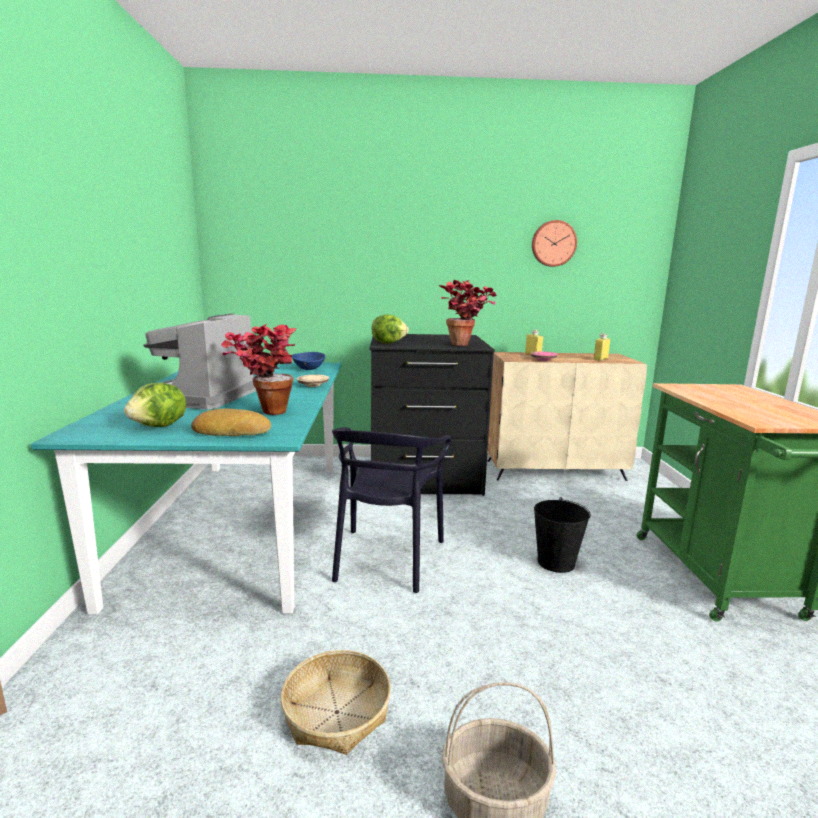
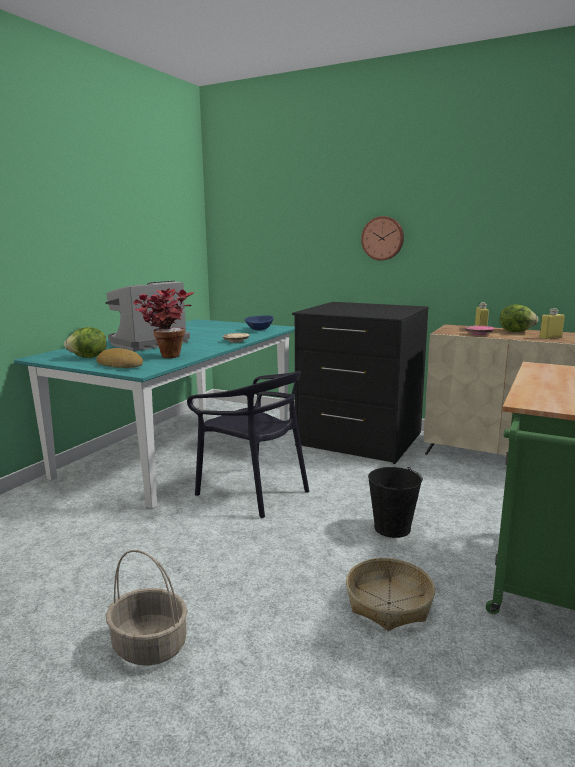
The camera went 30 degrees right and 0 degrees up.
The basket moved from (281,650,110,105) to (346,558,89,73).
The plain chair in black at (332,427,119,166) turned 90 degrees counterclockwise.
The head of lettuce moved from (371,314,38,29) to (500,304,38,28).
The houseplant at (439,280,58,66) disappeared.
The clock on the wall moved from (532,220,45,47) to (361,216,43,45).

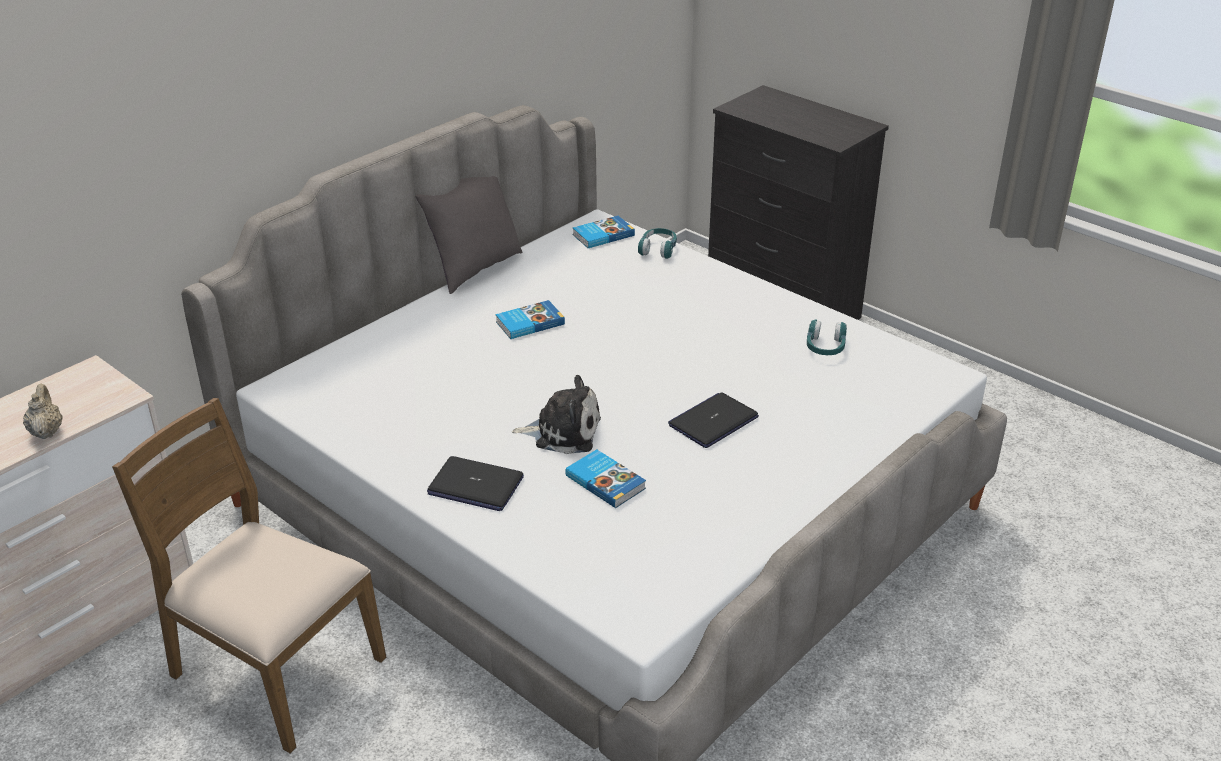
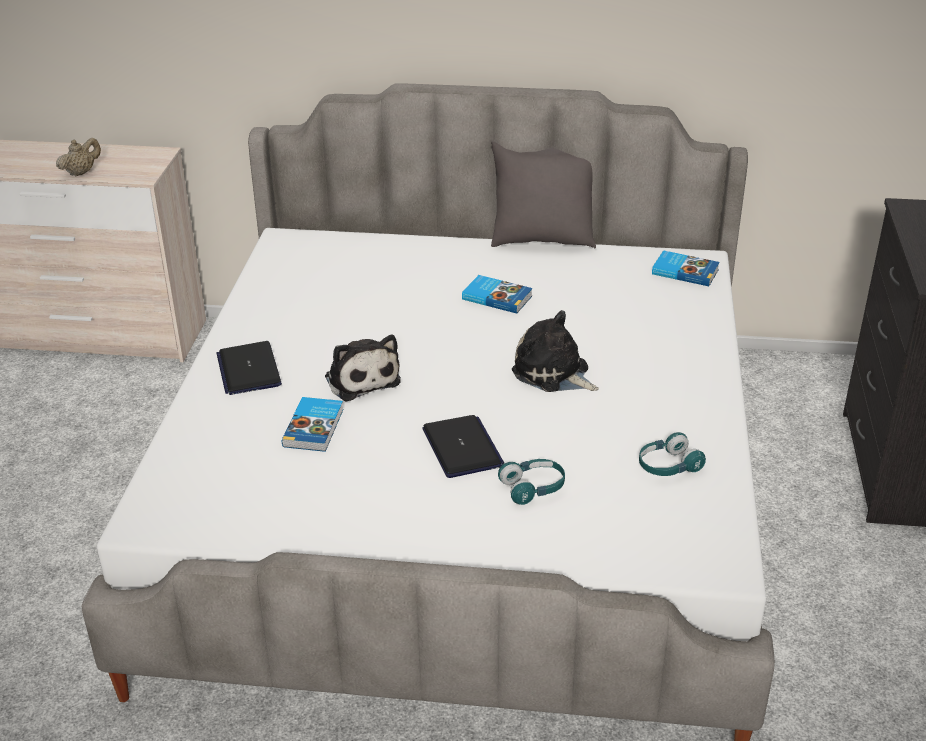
The camera went 55 degrees right and 0 degrees up.
The plain chair in brown-coloured at (112,398,274,355) disappeared.
The headset in turquoise-coloured moved from (638,228,39,31) to (498,459,67,46).
The portable computer at (668,392,91,56) turned 60 degrees clockwise.
The plush toy at (512,310,87,82) appeared.

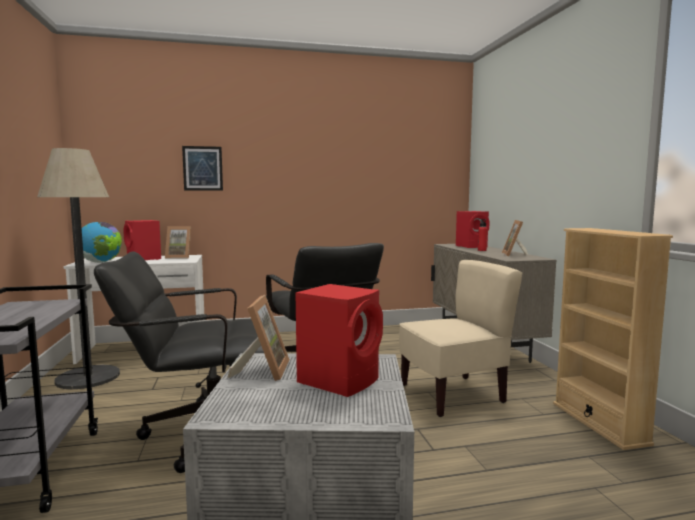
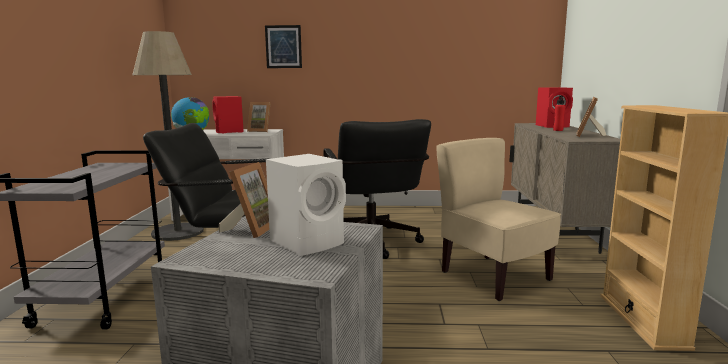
The camera went 15 degrees right and 5 degrees up.
The speaker in red-coloured at (295,284,88,113) became the speaker in white-coloured at (266,154,80,102).
The plain chair in sand-coloured at (399,260,123,157) turned 120 degrees counterclockwise.

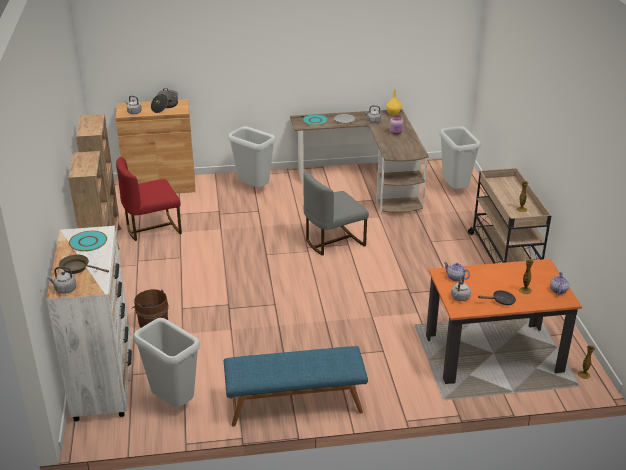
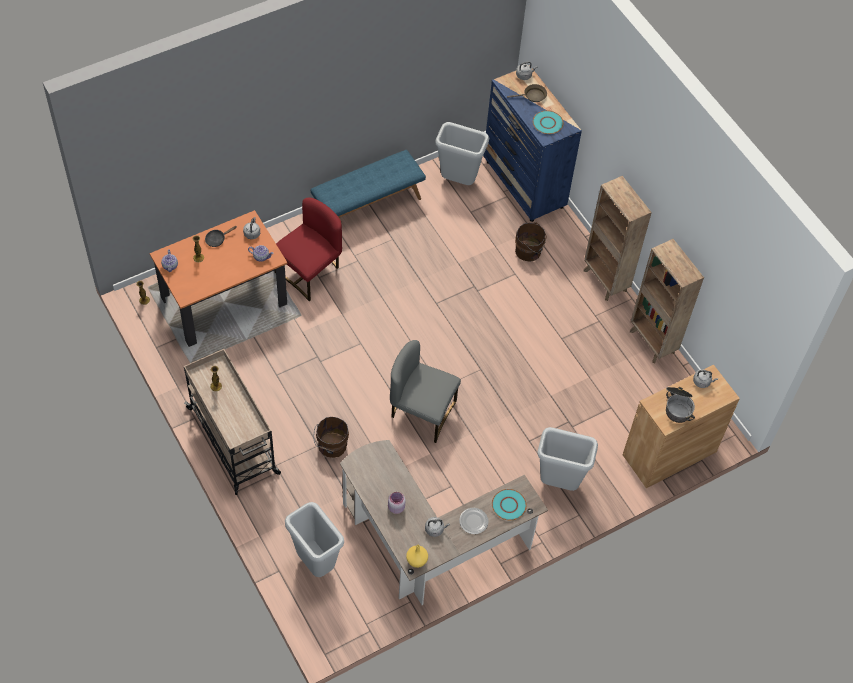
The camera went 155 degrees right and 25 degrees up.
The chest of drawers in white-coloured at (46,226,86,195) became the chest of drawers in bluish at (483,65,99,157).
The plain chair in red-coloured moved from (116,157,66,84) to (275,198,67,103).
The plain chair in greyish at (303,170,66,86) turned 105 degrees counterclockwise.
The water bucket in brown-coloured at (313,417,36,41) appeared.

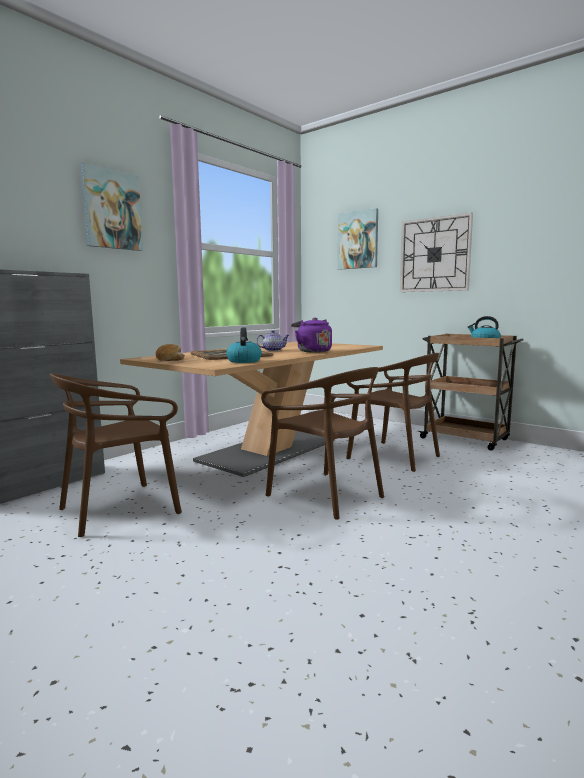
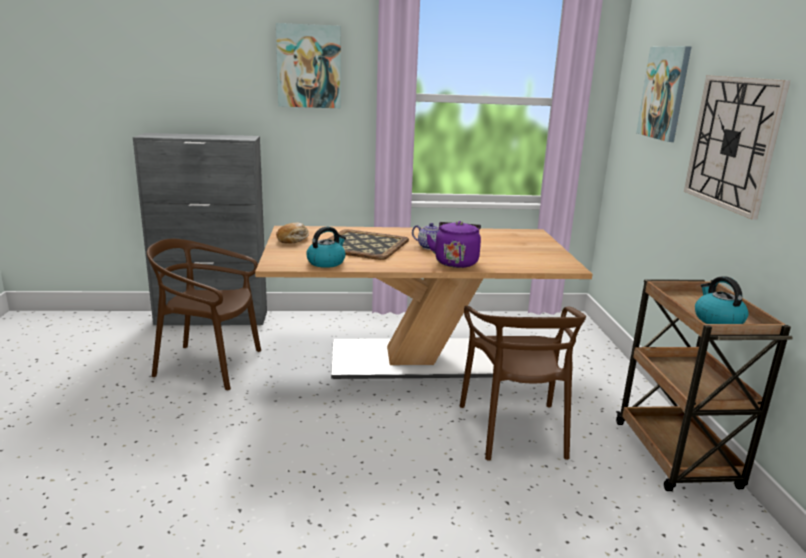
The camera went 45 degrees right and 10 degrees up.
The plain chair in brown-coloured at (261,367,123,153) disappeared.

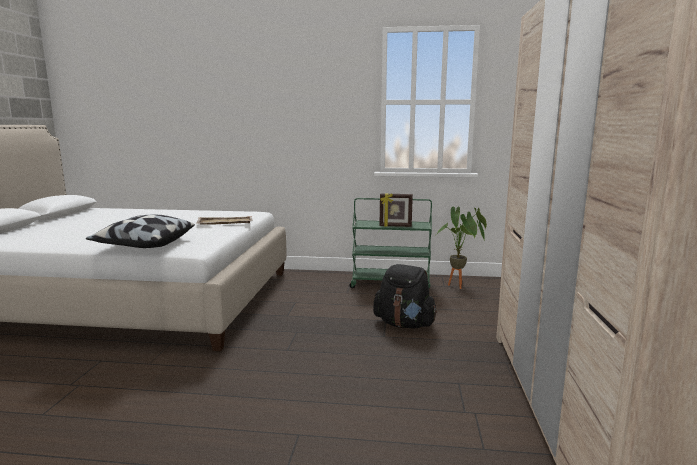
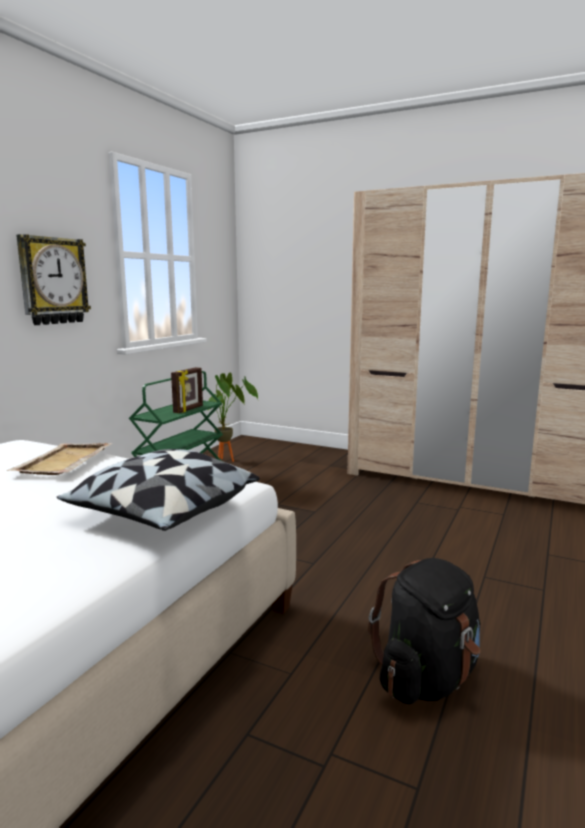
The camera went 70 degrees left and 0 degrees up.
The rucksack in black moved from (373,264,64,65) to (368,558,113,146).
The clock on the wall at (16,234,75,91) appeared.

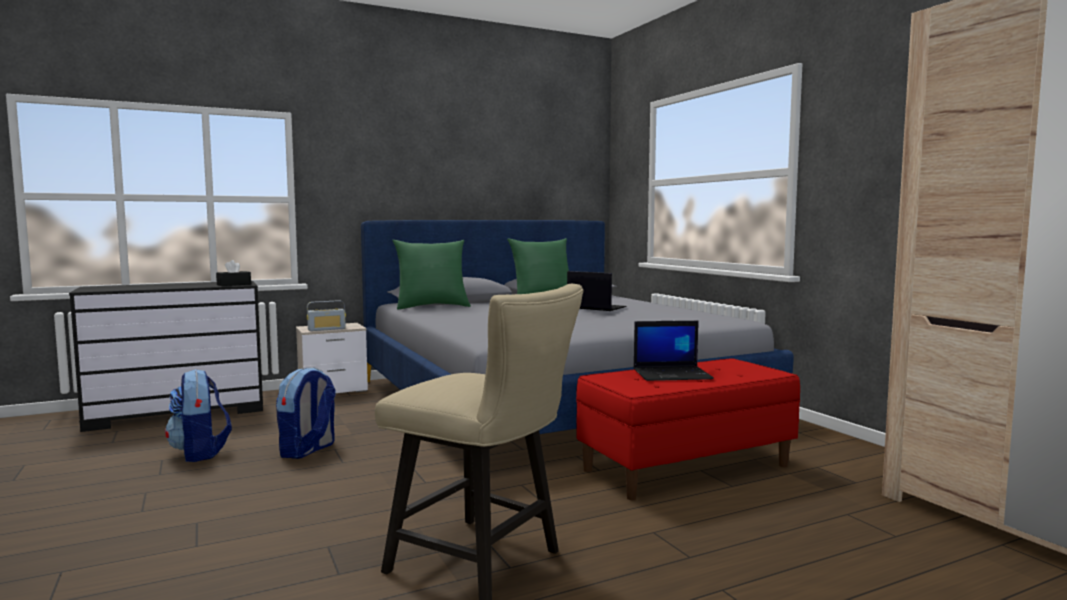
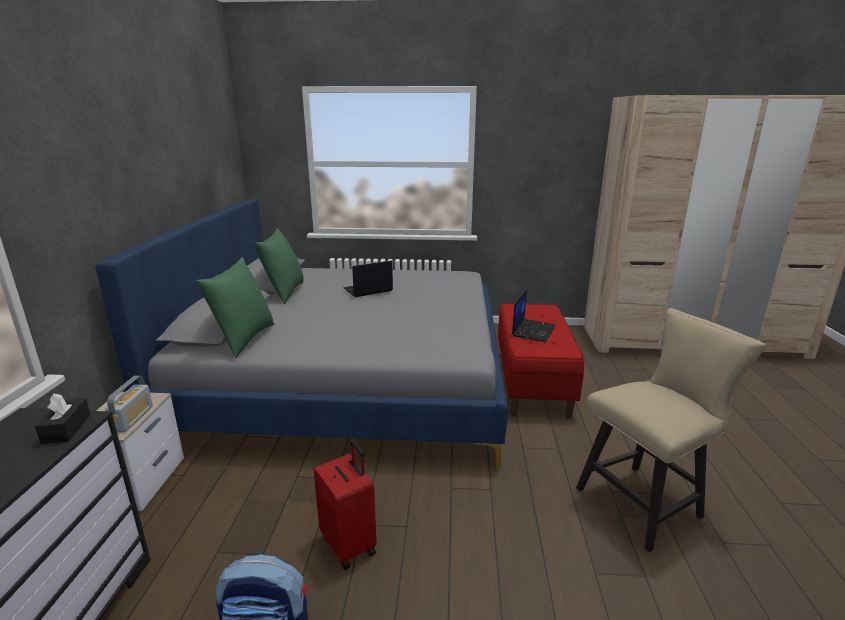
The camera went 60 degrees left and 15 degrees up.
The rucksack at (276,367,60,92) was replaced by the travel case in red-coloured at (313,441,64,129).

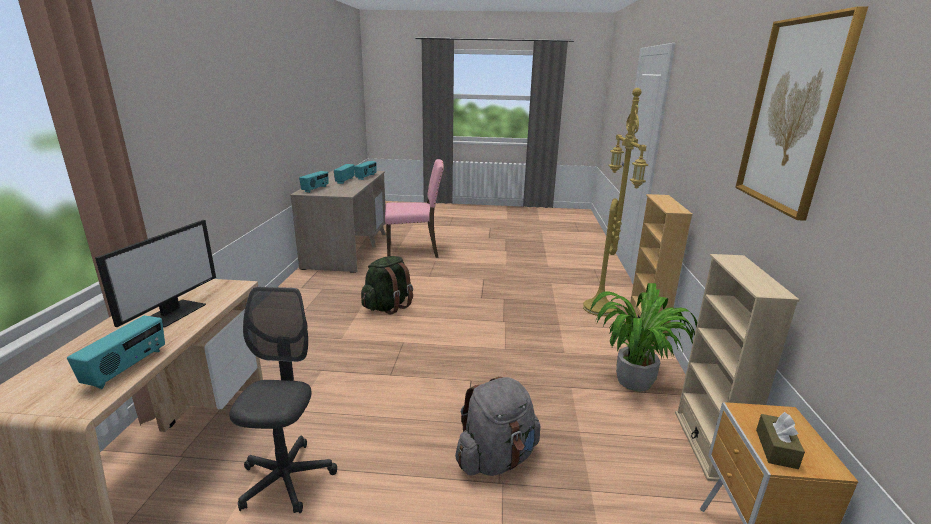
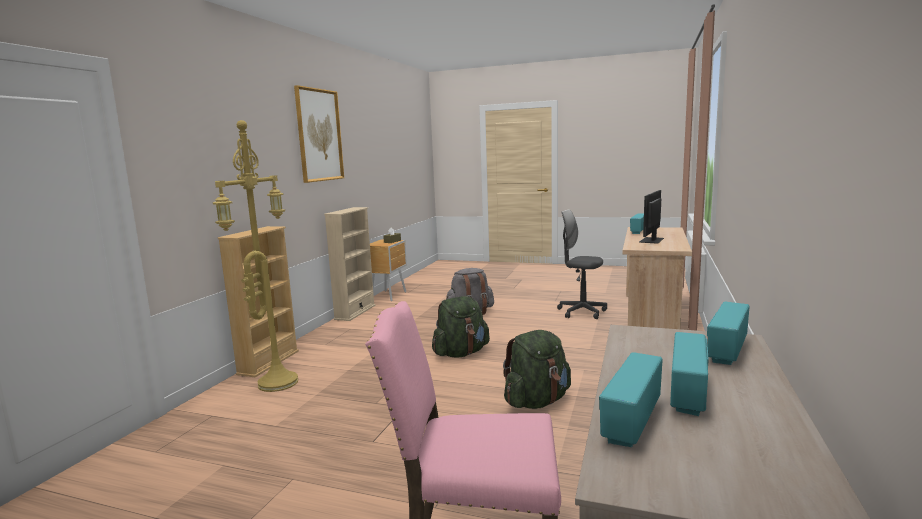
The camera went 165 degrees left and 10 degrees down.
The office chair in greyish at (229,287,108,226) turned 105 degrees clockwise.
The houseplant at (590,283,107,109) disappeared.
The rucksack in green-coloured at (432,296,58,62) appeared.

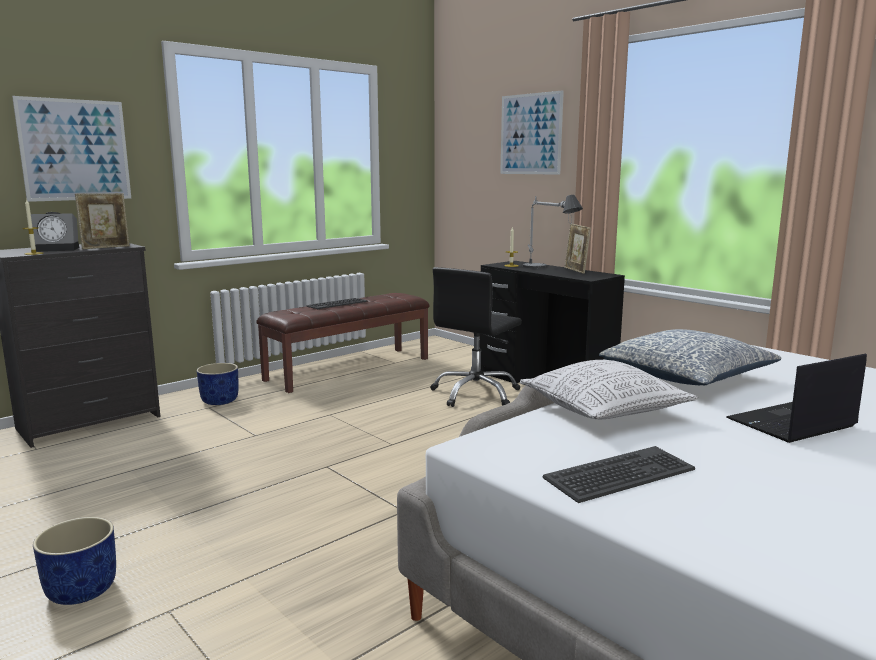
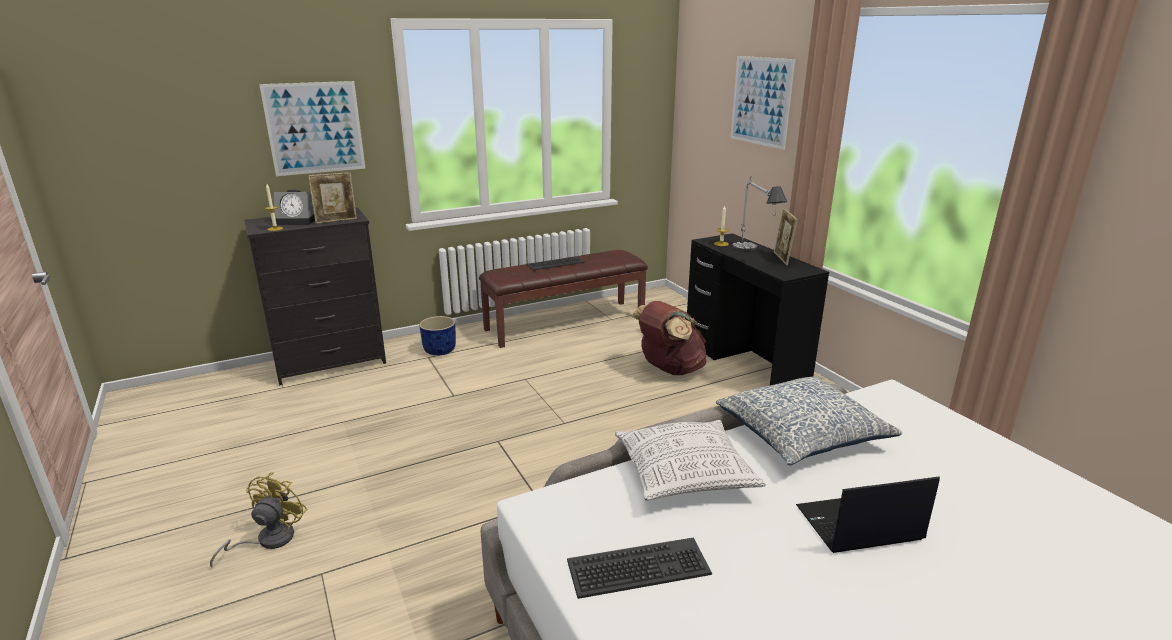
The camera went 15 degrees right and 10 degrees up.
The planter in bluish at (33,517,83,88) was replaced by the electric fan in yellow-coloured at (210,472,97,95).
The office chair in black at (430,267,92,140) was replaced by the rucksack in brown-coloured at (631,301,76,74).

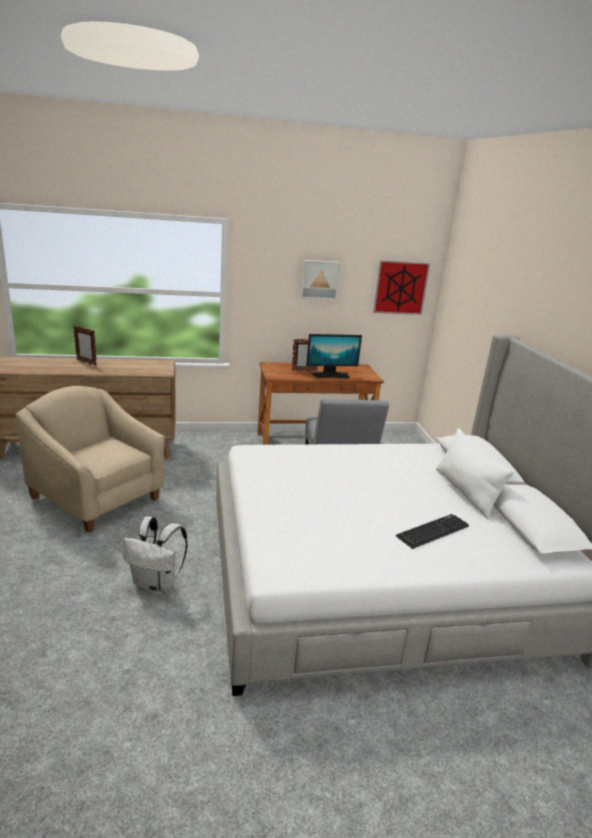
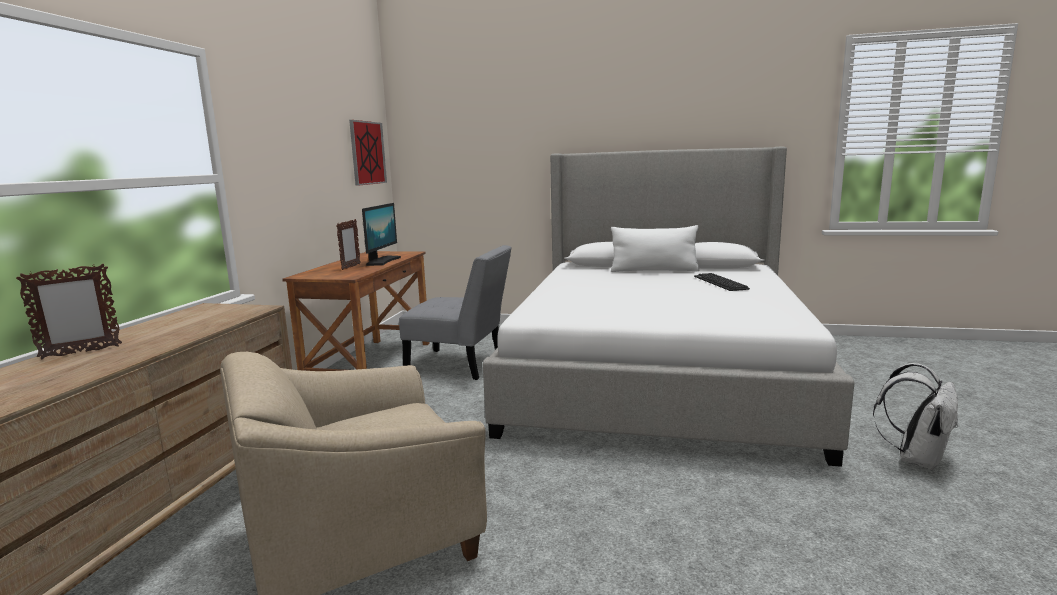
The camera went 65 degrees left and 10 degrees down.
The rucksack in white-coloured moved from (122,516,65,79) to (873,363,86,107).
The wall picture at (300,260,41,40) disappeared.

